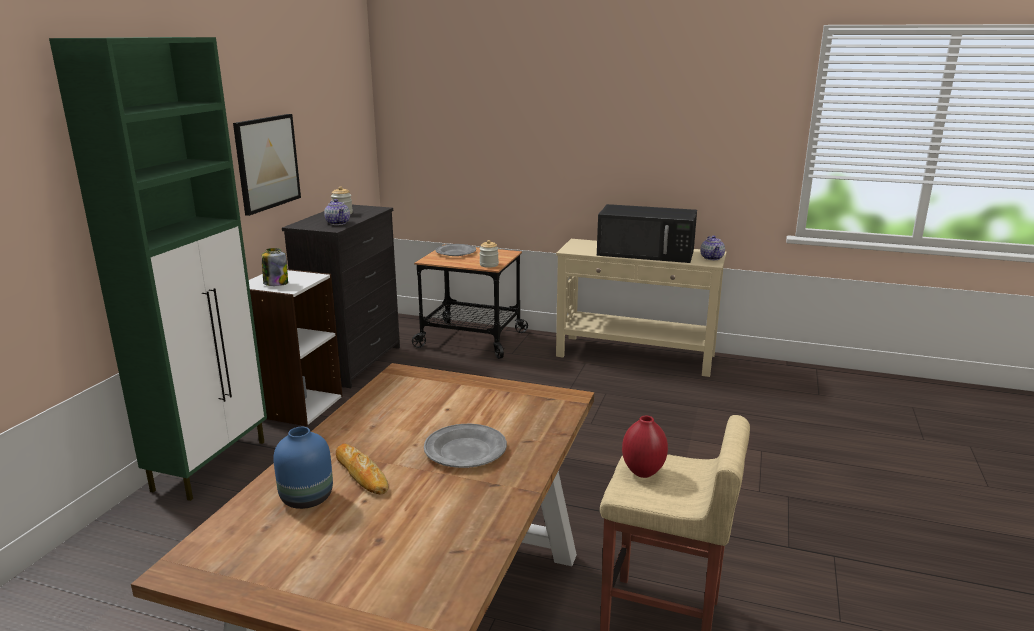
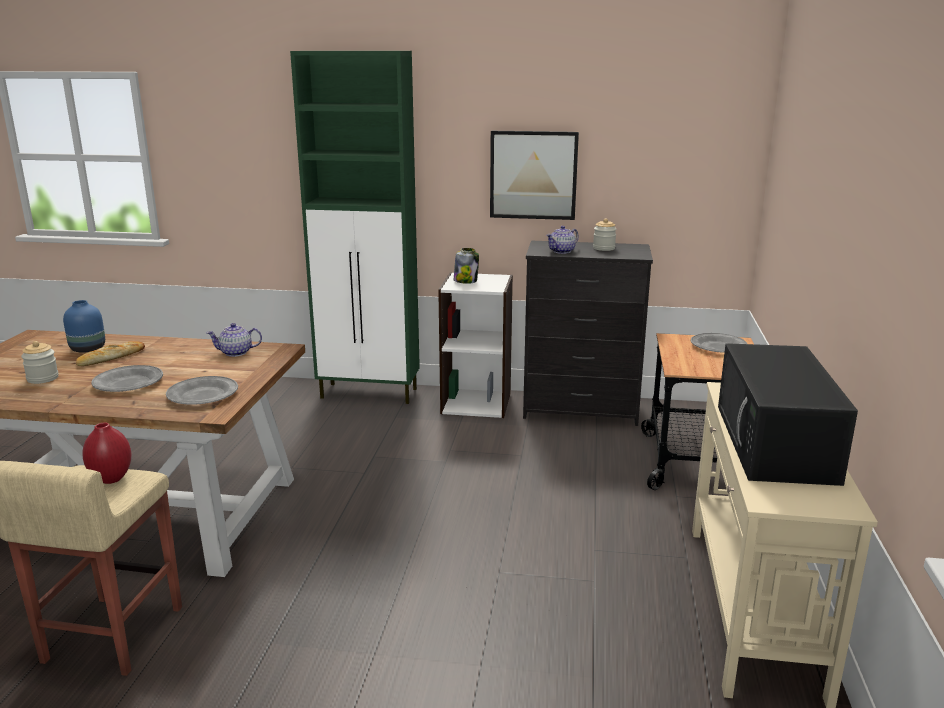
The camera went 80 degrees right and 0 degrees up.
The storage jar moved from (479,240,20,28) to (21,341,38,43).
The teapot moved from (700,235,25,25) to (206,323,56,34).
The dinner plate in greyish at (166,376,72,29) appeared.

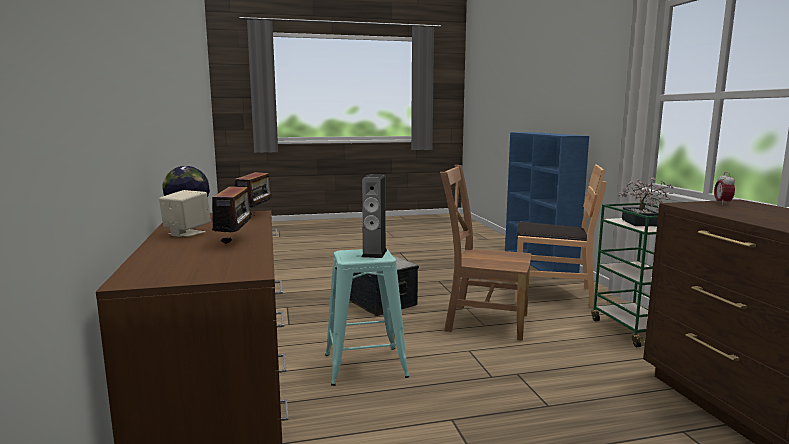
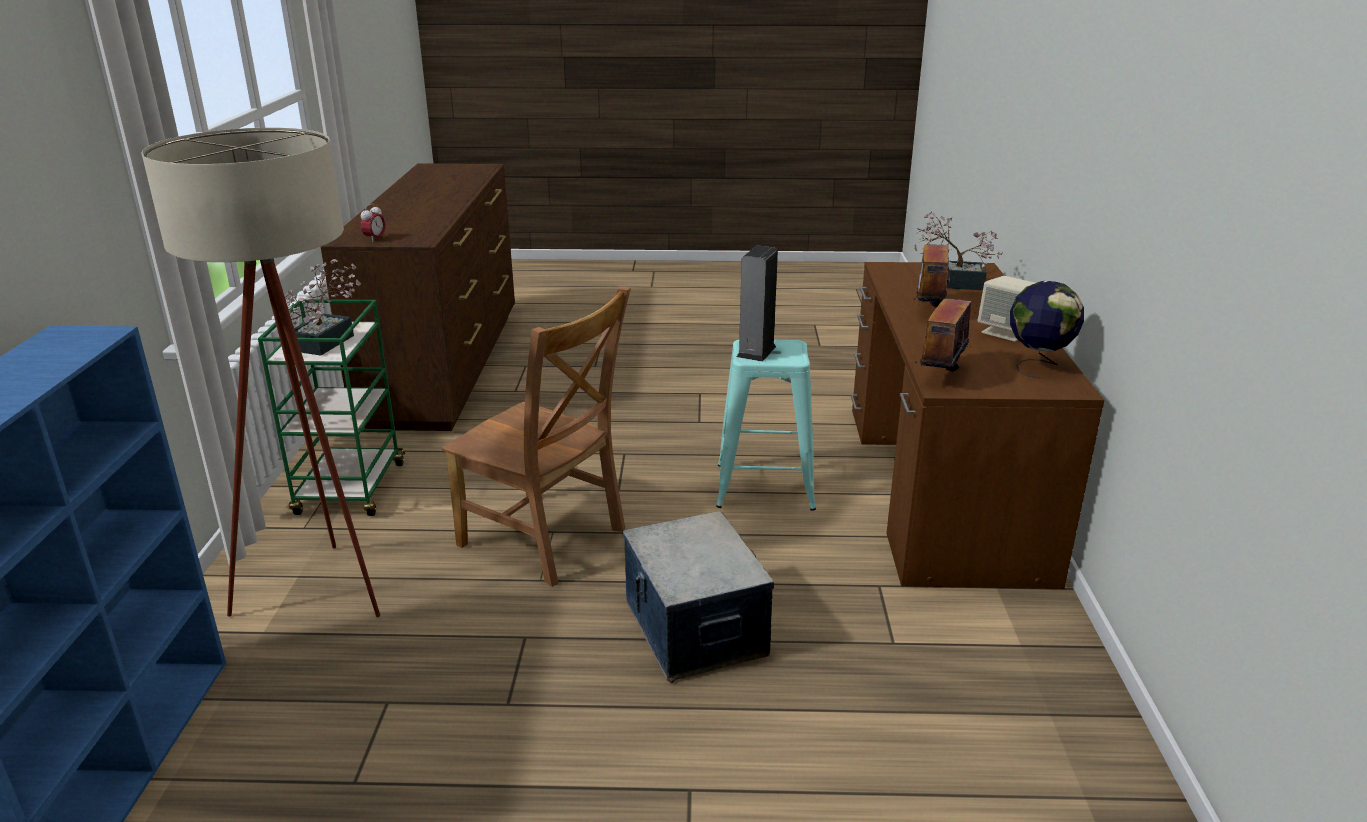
The camera went 165 degrees left and 15 degrees up.
The plain chair in brown-coloured at (515,164,92,143) was replaced by the floor lamp in sand-coloured at (142,128,238,489).
The houseplant at (913,211,90,79) appeared.

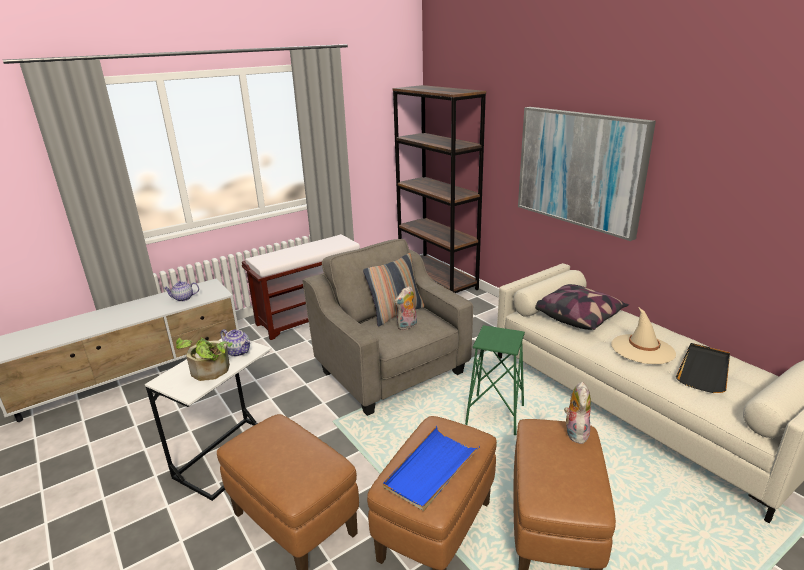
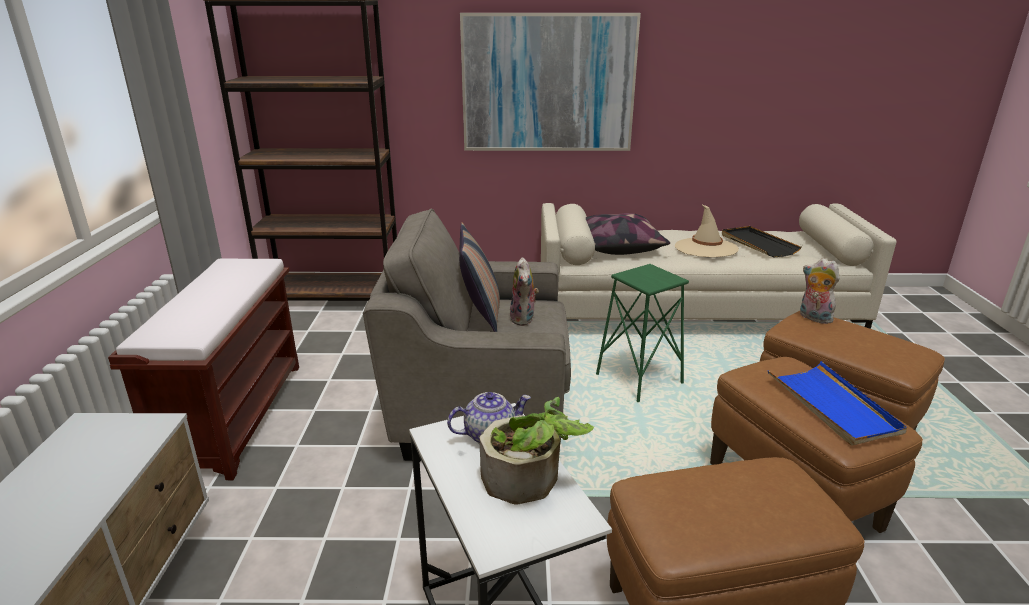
The camera went 55 degrees left and 0 degrees up.
The teapot at (164,281,35,21) disappeared.

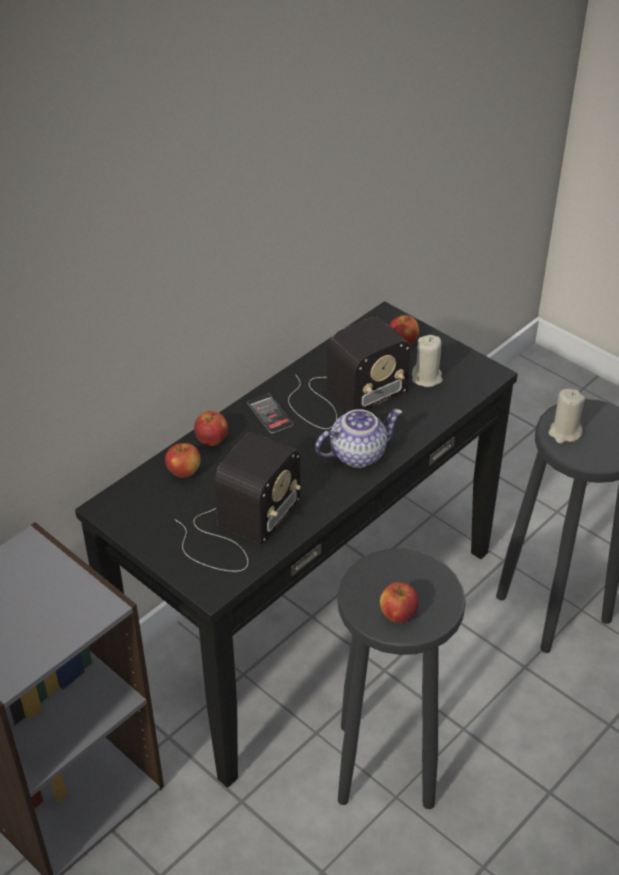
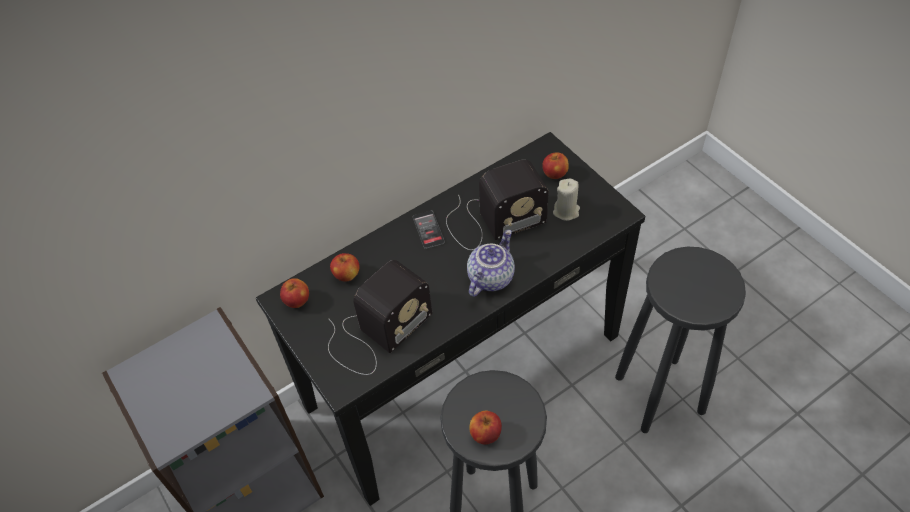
The camera went 15 degrees right and 10 degrees up.
The apple moved from (194,411,34,35) to (280,278,29,30).
The teapot at (315,409,87,59) turned 45 degrees counterclockwise.
The wax light in sand-coloured at (549,389,36,54) disappeared.

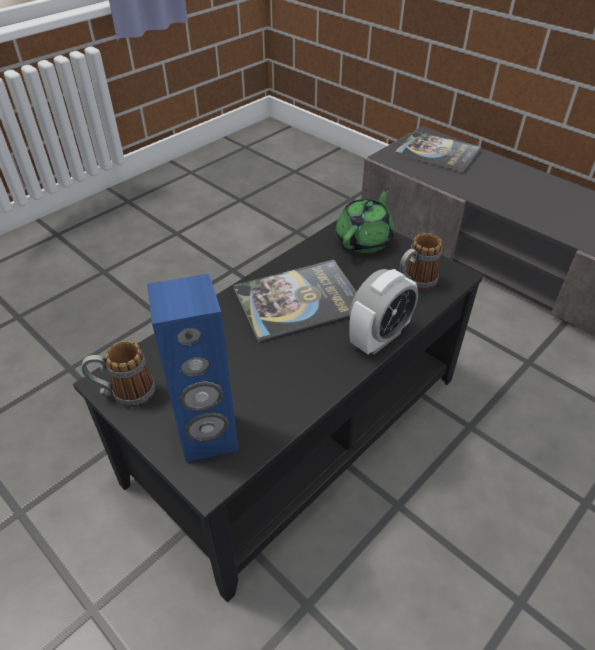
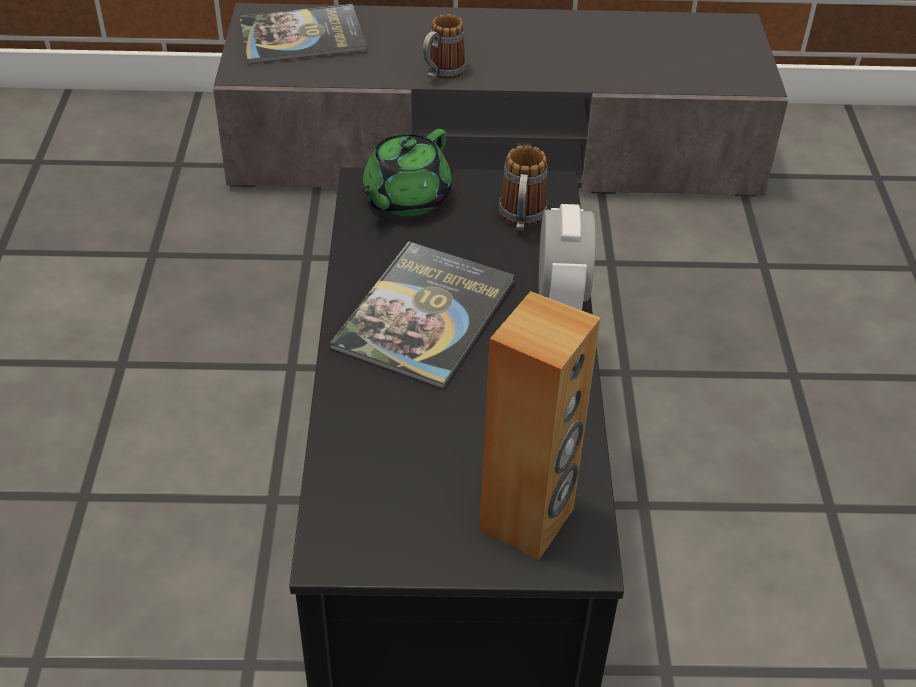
The camera went 45 degrees left and 0 degrees up.
The coffee mug moved from (82,341,73,66) to (423,14,43,65).
The speaker in bluish at (147,274,92,188) became the speaker in brown-coloured at (479,291,122,269).
The teapot in green-coloured at (335,187,59,66) turned 135 degrees counterclockwise.

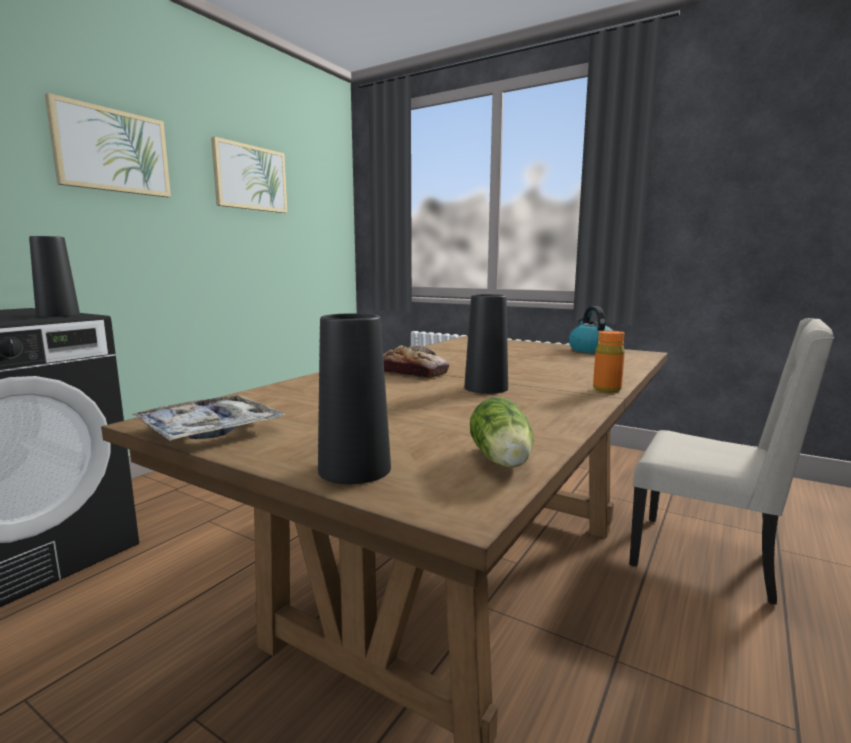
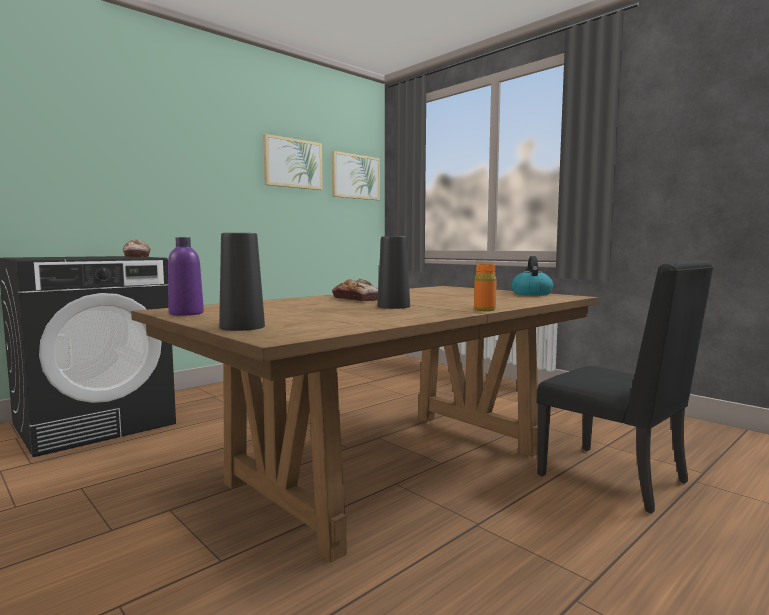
The camera went 15 degrees right and 5 degrees down.
The flower vase in black at (29,236,51,81) was replaced by the bakery bread at (123,239,27,18).
The wall picture moved from (45,93,126,104) to (332,151,48,49).
The tray at (133,395,152,46) was replaced by the bottle in purple-coloured at (168,237,36,79).
The head of lettuce at (470,397,64,71) disappeared.
The plain chair in sand-coloured at (629,318,205,287) became the plain chair in black at (537,261,177,252).

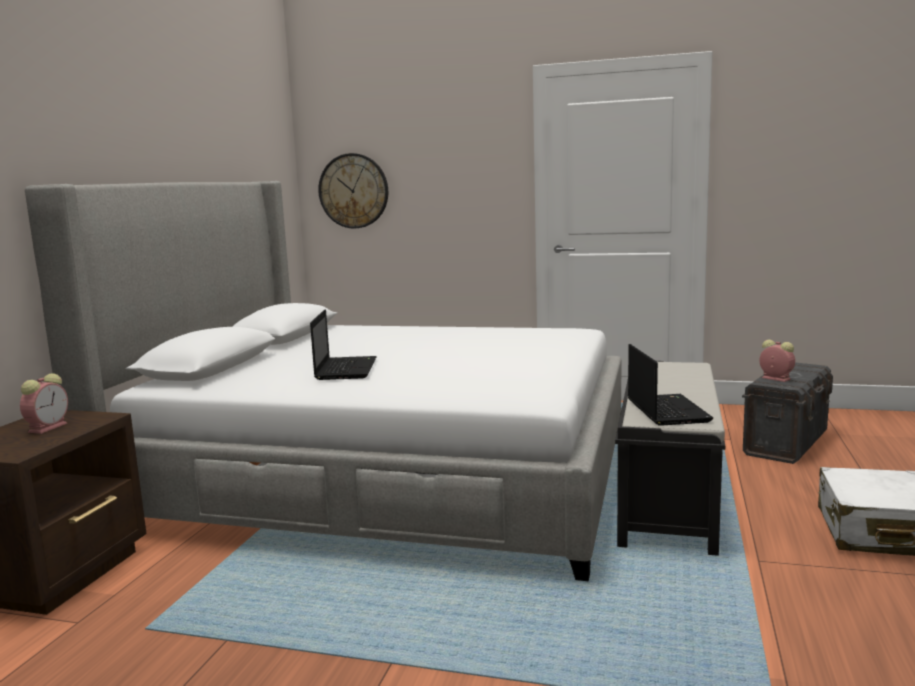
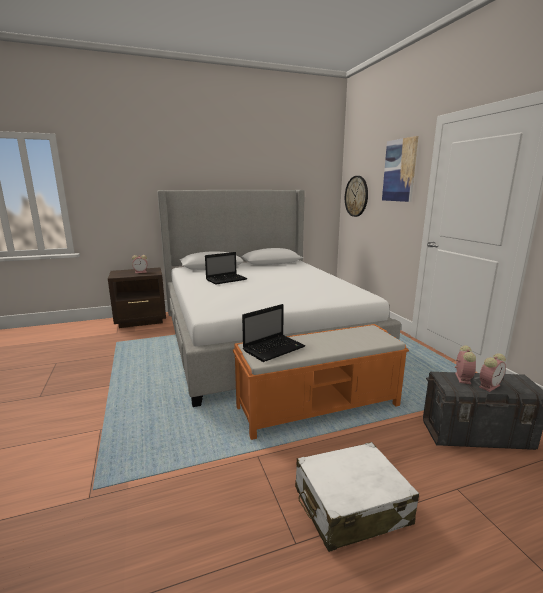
The camera went 55 degrees right and 5 degrees up.
The long seat in black at (615,361,110,195) became the long seat in orange at (233,324,176,116).
The wall picture at (382,136,36,66) appeared.
The bedside clock at (479,353,27,39) appeared.

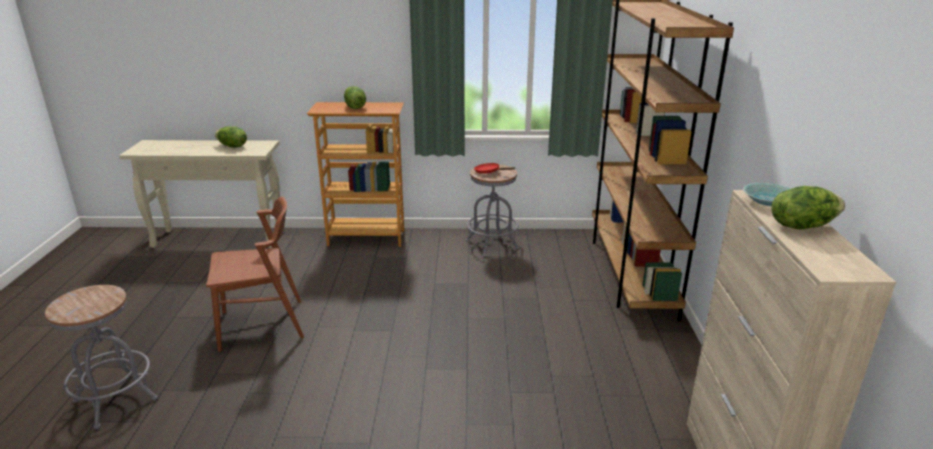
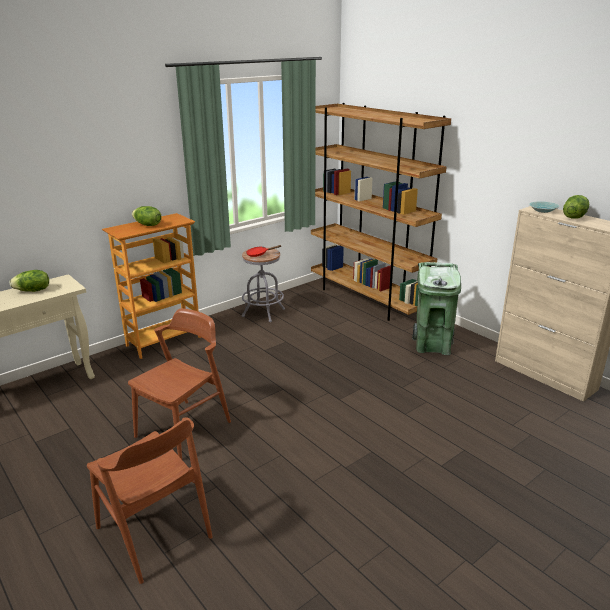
The camera went 40 degrees left and 0 degrees up.
The stool in greyish at (45,285,113,144) was replaced by the plain chair in brown-coloured at (87,417,126,167).
The waste bin in green-coloured at (412,262,49,93) appeared.

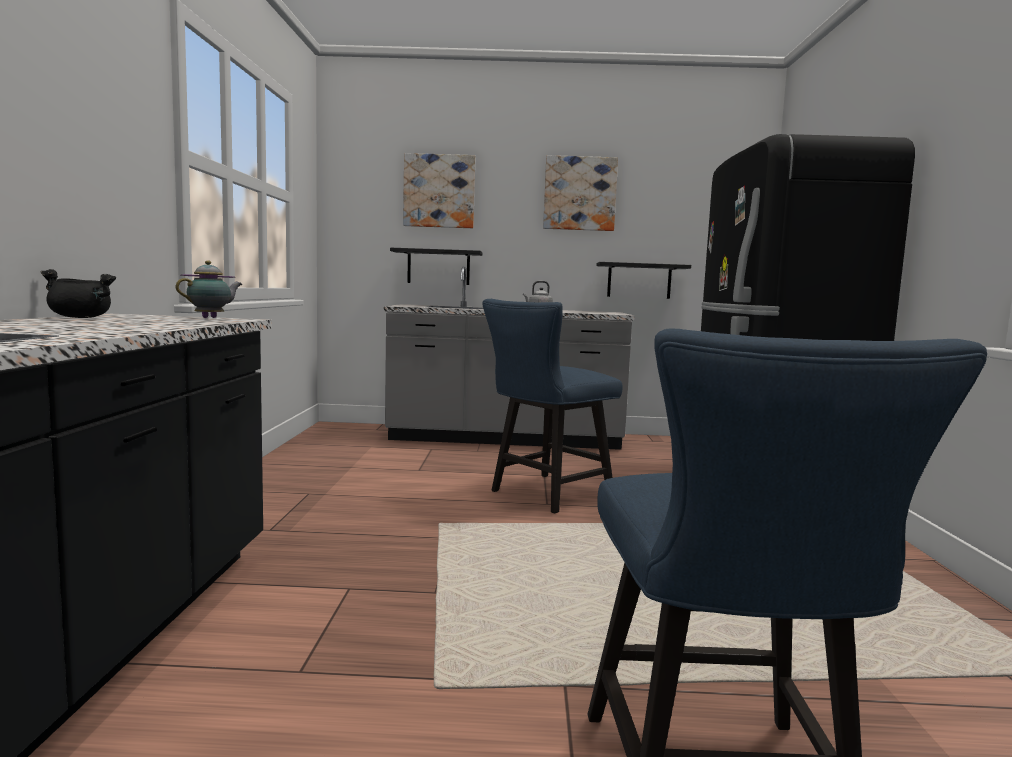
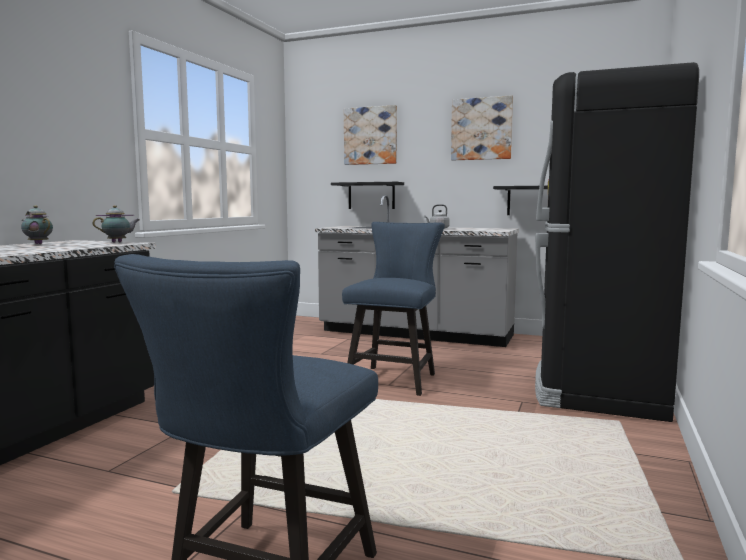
The camera went 20 degrees right and 0 degrees up.
The cooking pot in black at (41,269,75,49) was replaced by the teapot at (21,205,32,39).
The plain chair in bluish at (482,299,141,214) turned 135 degrees clockwise.

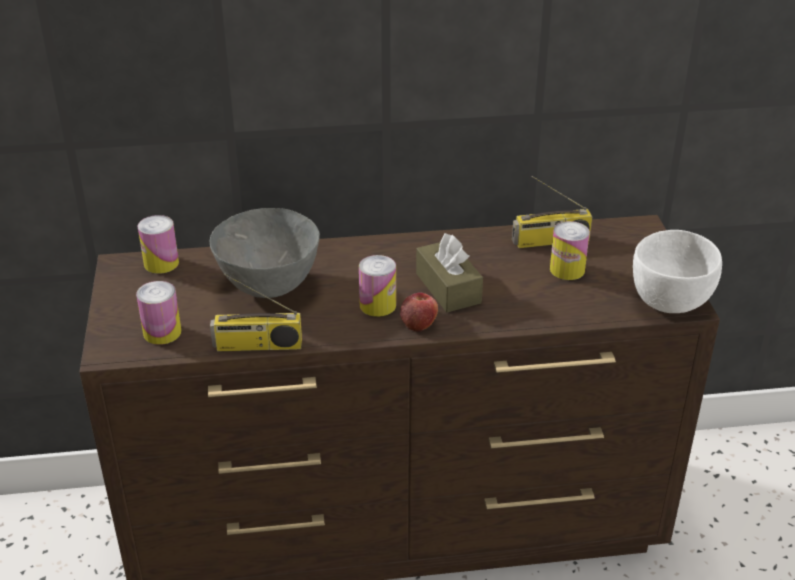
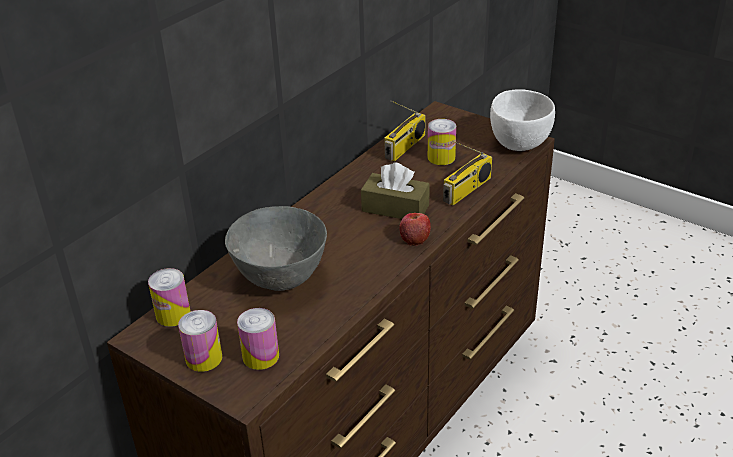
The camera went 45 degrees left and 0 degrees up.
The radio receiver moved from (210,273,92,78) to (443,141,49,65).
The sealed can moved from (359,255,37,62) to (178,310,44,62).

